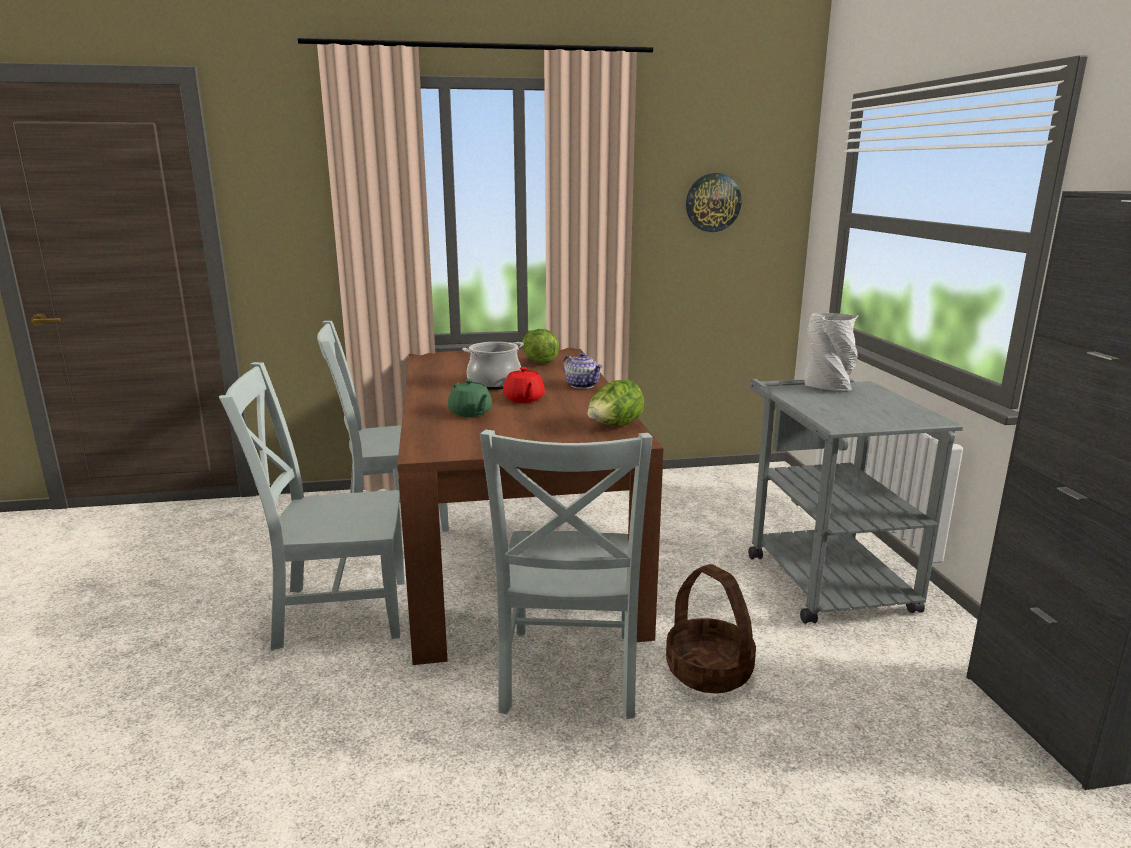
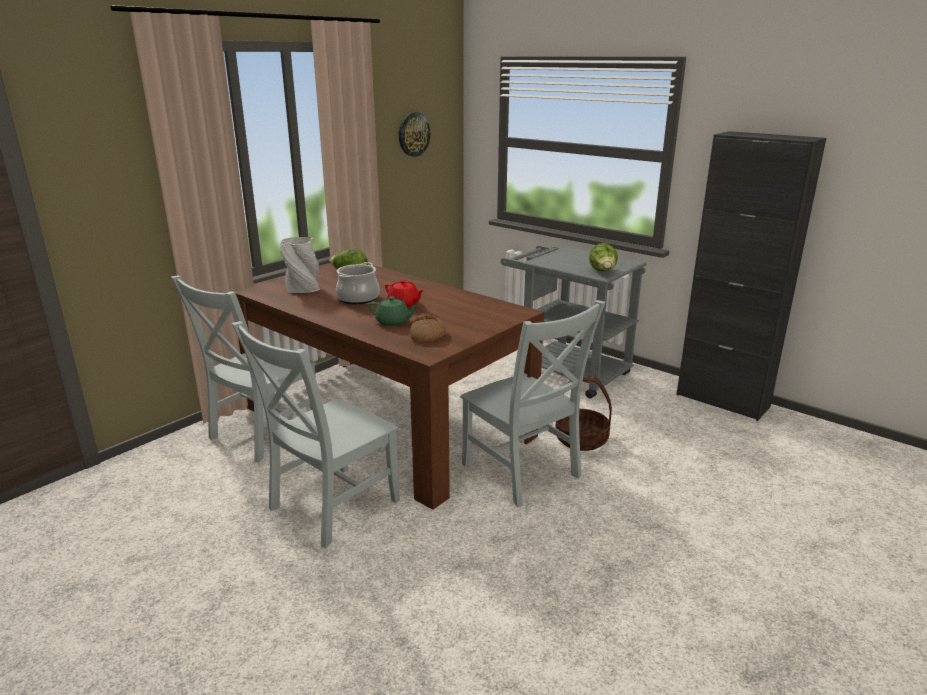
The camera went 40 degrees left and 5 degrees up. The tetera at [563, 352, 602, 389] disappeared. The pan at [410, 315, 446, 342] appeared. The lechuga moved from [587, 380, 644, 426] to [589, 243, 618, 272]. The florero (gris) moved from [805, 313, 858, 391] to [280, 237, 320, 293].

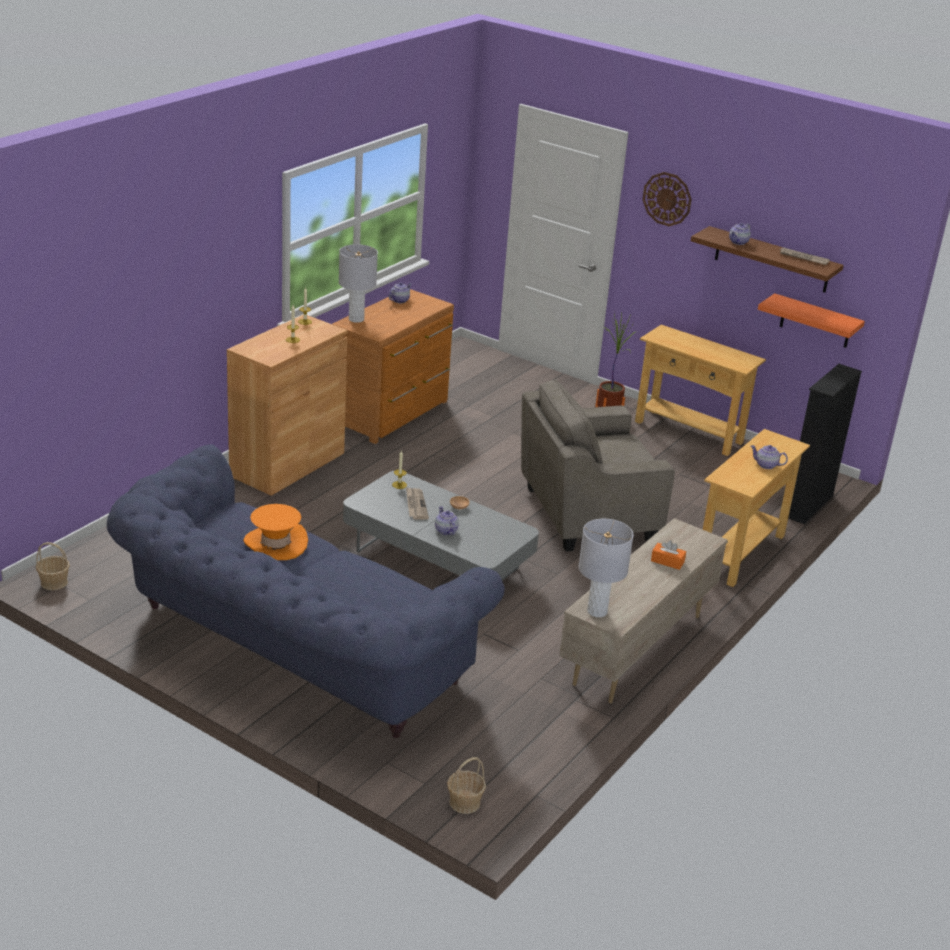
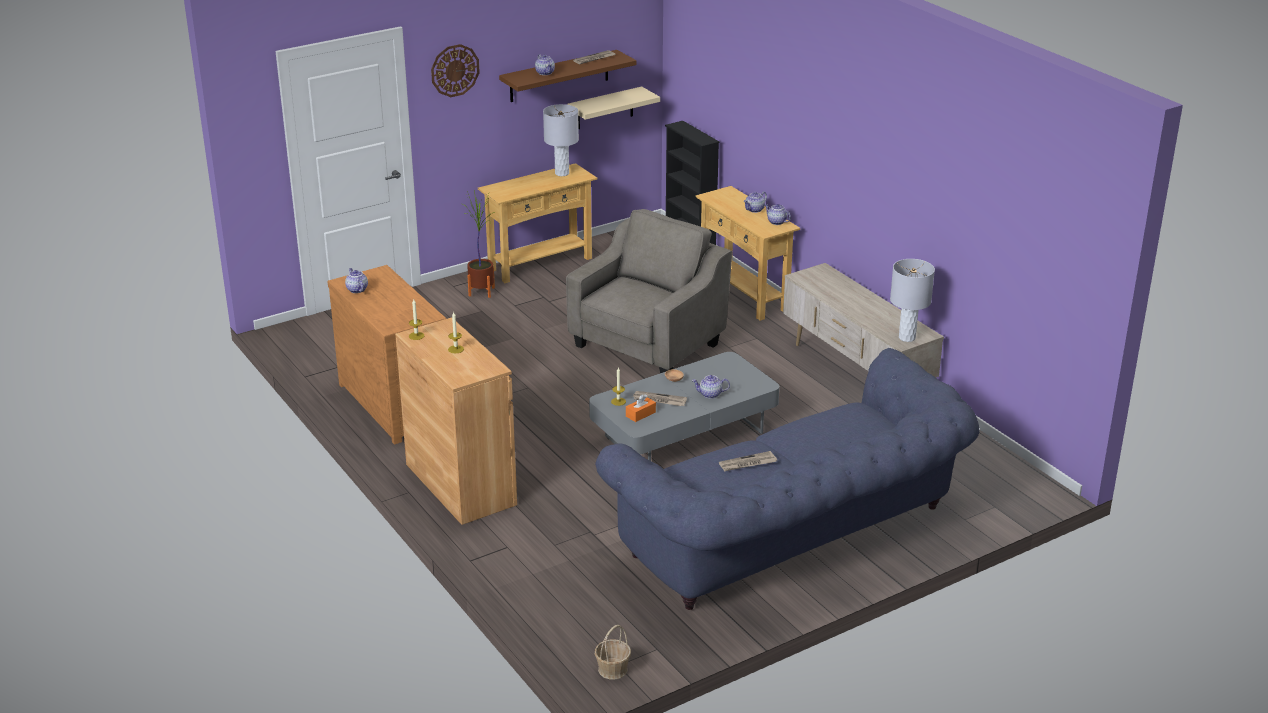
The camera went 65 degrees left and 0 degrees up. The cesta at [447, 757, 486, 814] disappeared. The tetera at [765, 204, 791, 225] appeared. The lámpara de mesa (gris) moved from [339, 244, 378, 323] to [543, 104, 579, 176]. The caja de pañuelos (naranja) moved from [651, 540, 686, 570] to [626, 394, 656, 422]. The sombrero (naranja) at [243, 504, 308, 560] was replaced by the periódico at [719, 451, 777, 471]. The estante (naranja) at [758, 293, 865, 348] became the estante (beis) at [567, 86, 660, 129]. The sillón (gris) at [521, 379, 675, 551] turned 150 degrees counterclockwise.

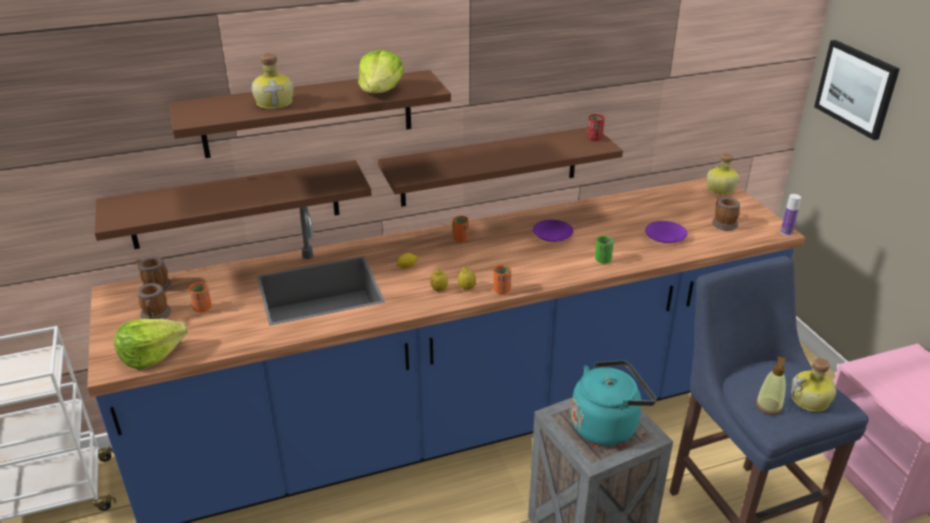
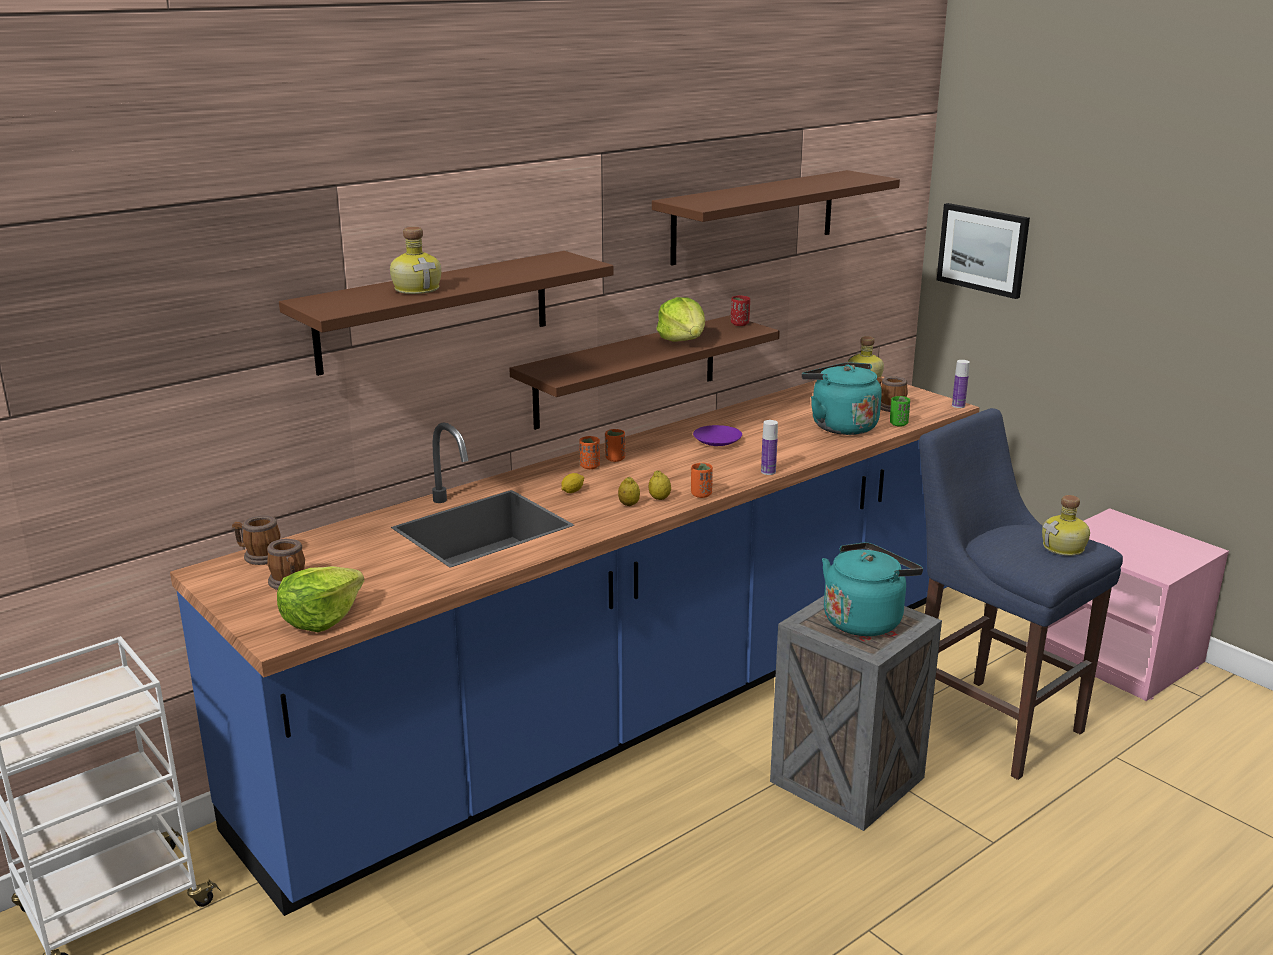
The camera went 20 degrees left and 10 degrees down. The dispensador de jabón at [756, 356, 786, 415] disappeared. The botella at [761, 420, 778, 475] appeared. The estante (marrón) moved from [95, 160, 372, 249] to [652, 170, 900, 265]. The taza (naranja) moved from [189, 282, 212, 313] to [579, 436, 600, 469]. The lechuga moved from [358, 50, 404, 93] to [656, 297, 705, 342]. The taza (verde) moved from [595, 236, 614, 264] to [890, 396, 910, 426]. The plato (morado) at [645, 221, 687, 243] was replaced by the hervidor (turquesa) at [802, 362, 882, 435].

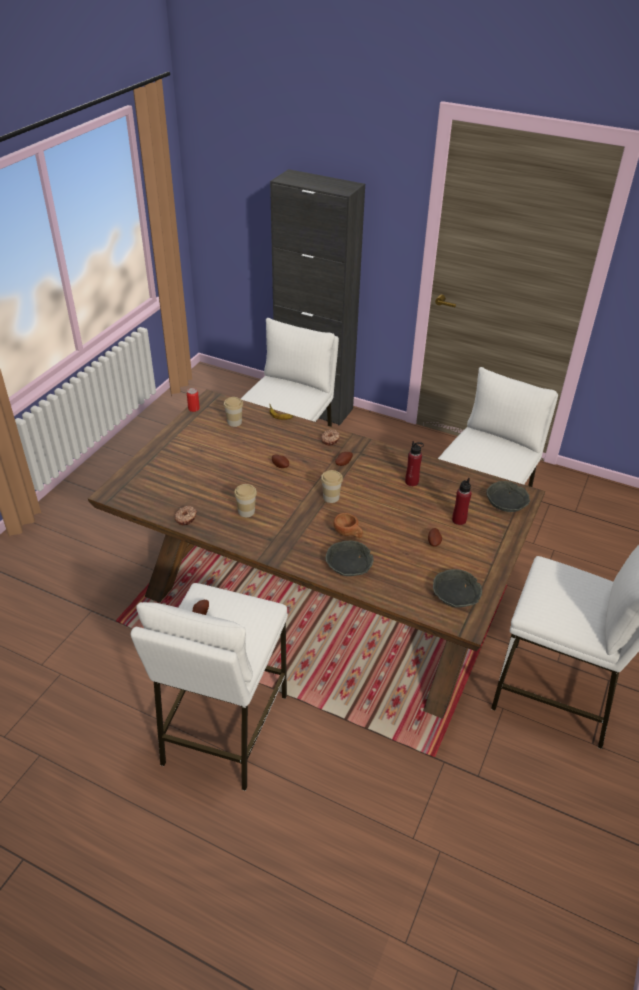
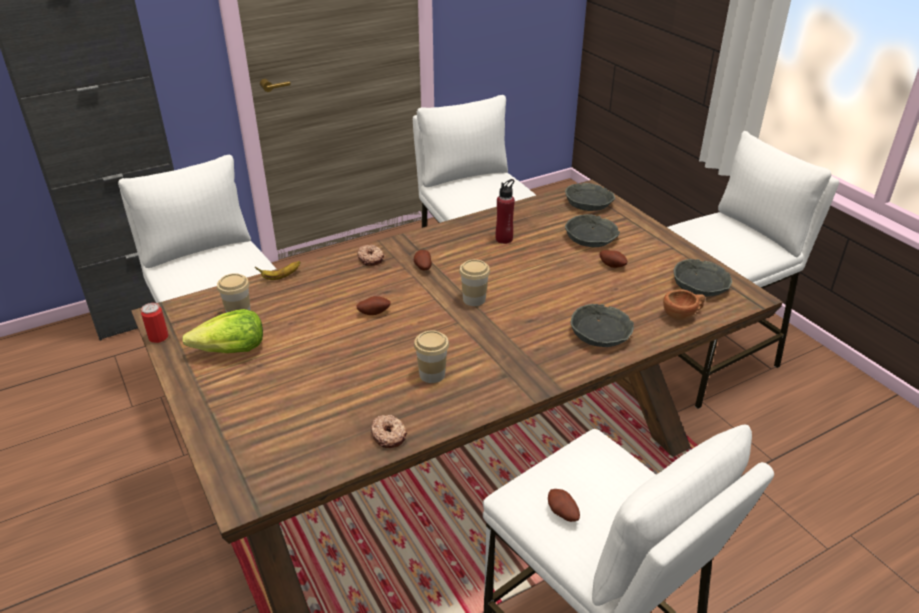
The camera went 55 degrees left and 5 degrees down. The lechuga at [182, 309, 263, 353] appeared. The taza (marrón) moved from [333, 513, 363, 538] to [663, 289, 705, 320]. The botella (rojo) at [452, 478, 472, 525] was replaced by the cuenco (gris) at [565, 214, 620, 247].

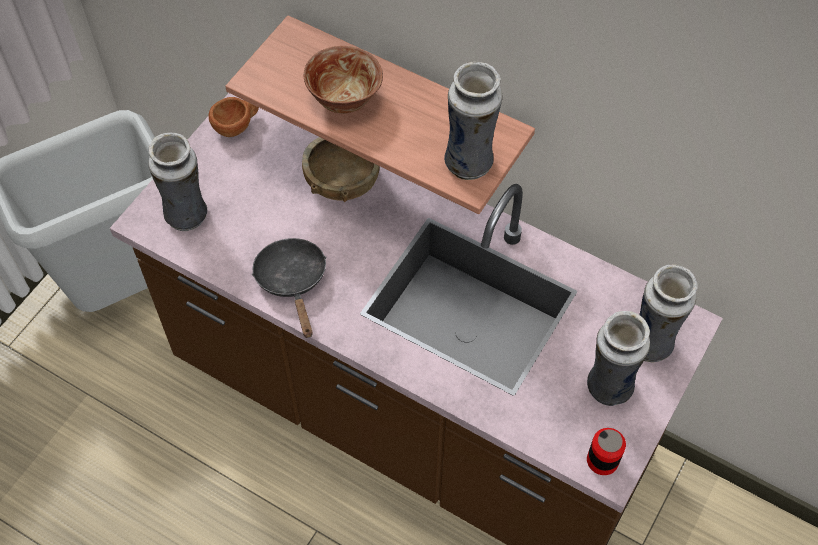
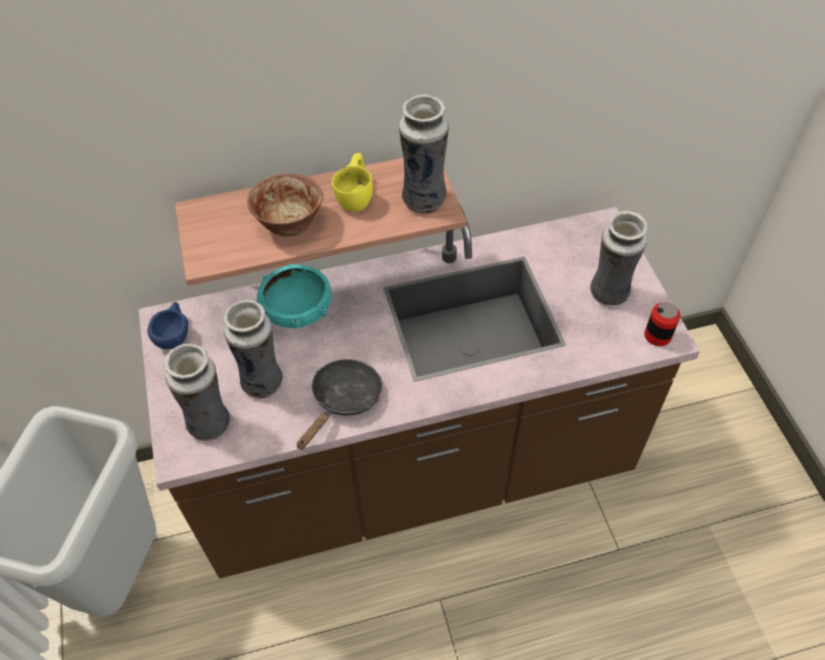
The camera went 45 degrees left and 5 degrees down. The taza (amarillo) at [332, 153, 373, 212] appeared. The florero moved from [639, 264, 698, 362] to [224, 299, 283, 398]. The taza (marrón) at [209, 97, 259, 137] became the taza (azul) at [147, 302, 188, 349]. The cuenco (marrón) at [302, 137, 380, 202] became the cuenco (turquesa) at [257, 264, 332, 329]. The sartén (negro) at [252, 238, 326, 338] turned 90 degrees clockwise.

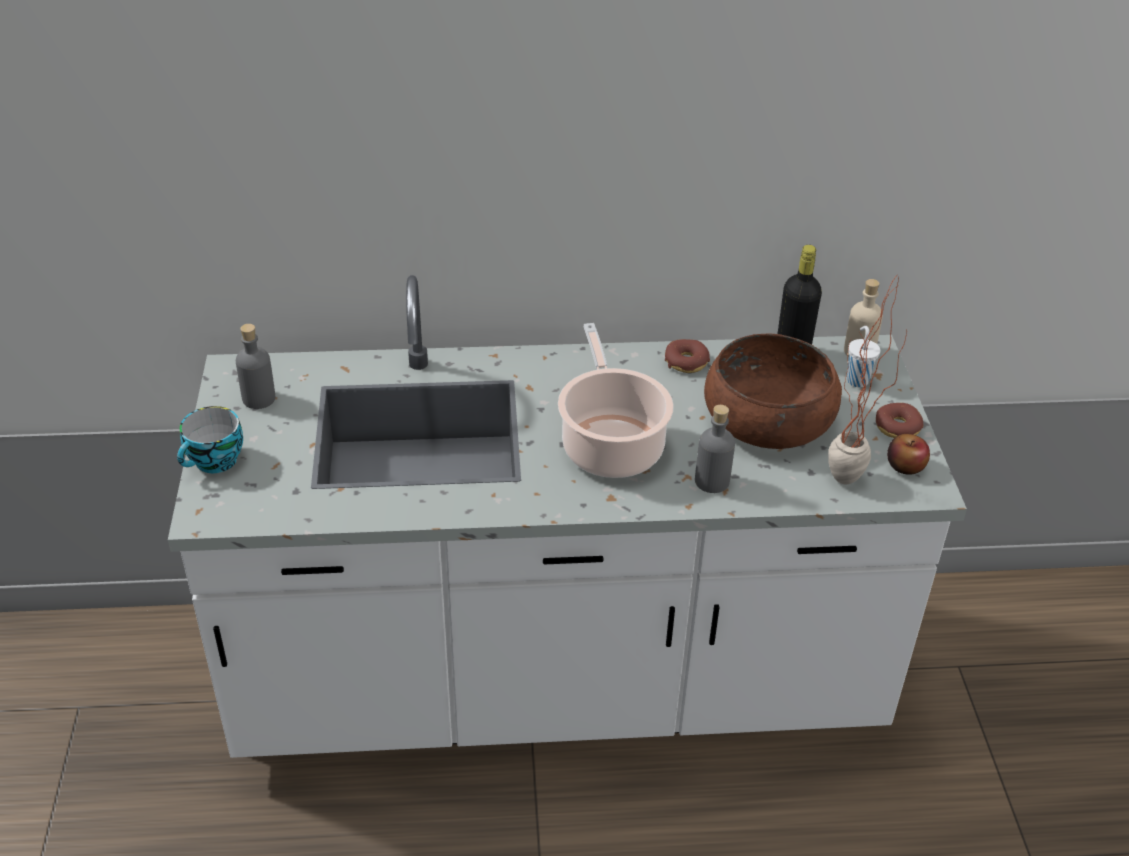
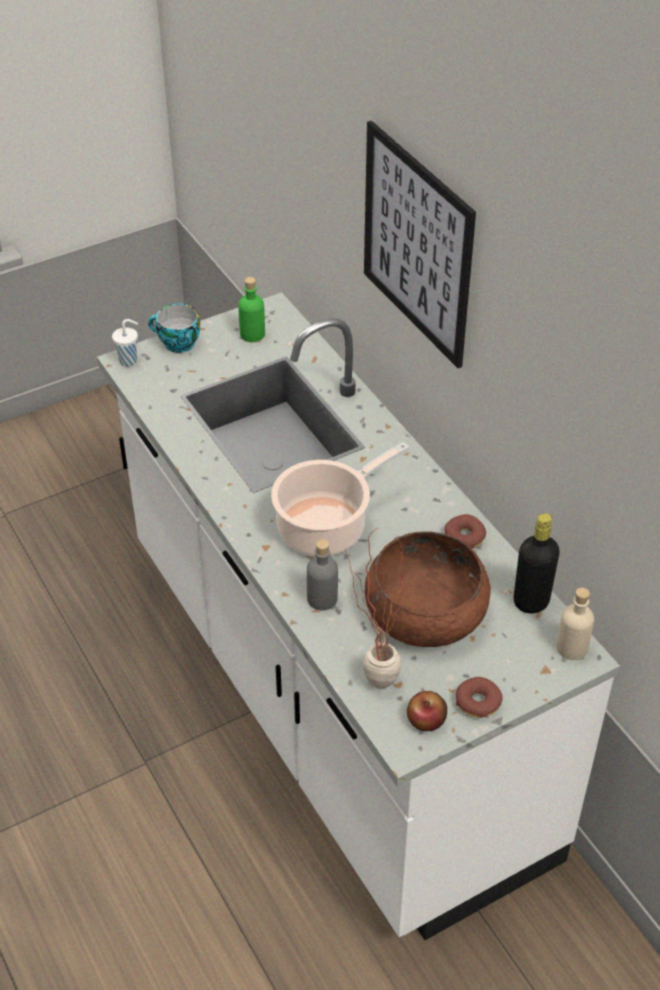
The camera went 65 degrees right and 5 degrees up. The cuadro at [364, 121, 476, 368] appeared. The taza (blanco) moved from [847, 326, 880, 387] to [112, 319, 138, 367]. The botella (gris) at [236, 324, 275, 409] became the botella (verde) at [238, 277, 265, 342].

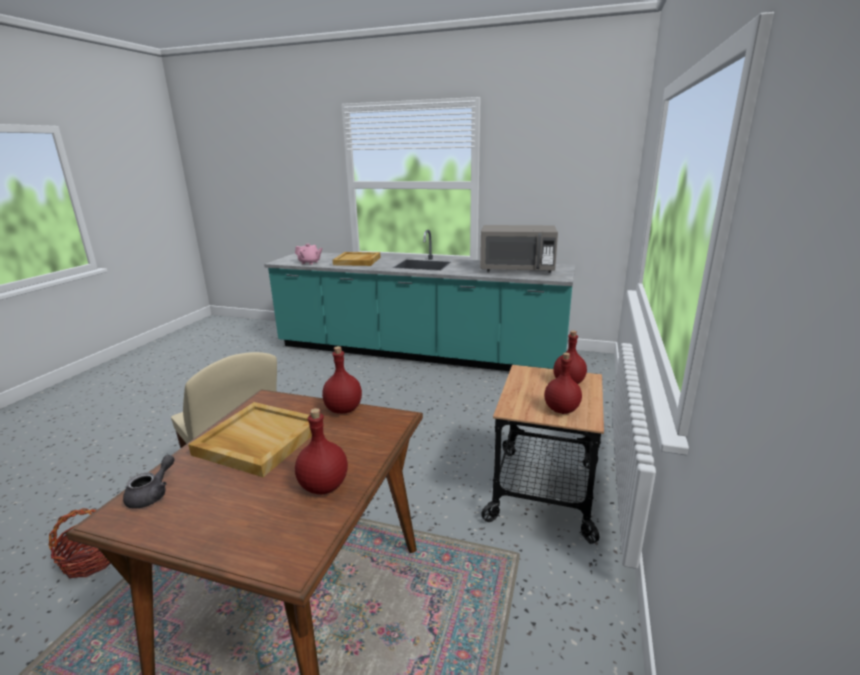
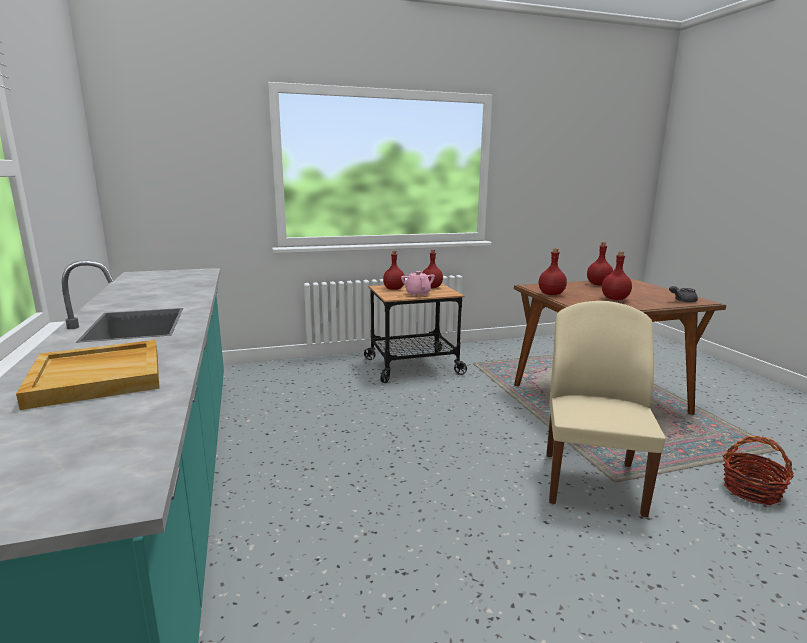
The camera went 125 degrees left and 5 degrees down. The microondas (gris) at [480, 225, 558, 273] disappeared. The tetera (rosa) moved from [295, 244, 323, 265] to [401, 271, 435, 297]. The bandeja (beis) at [188, 402, 312, 477] was replaced by the botella (rojo) at [602, 251, 632, 300].

